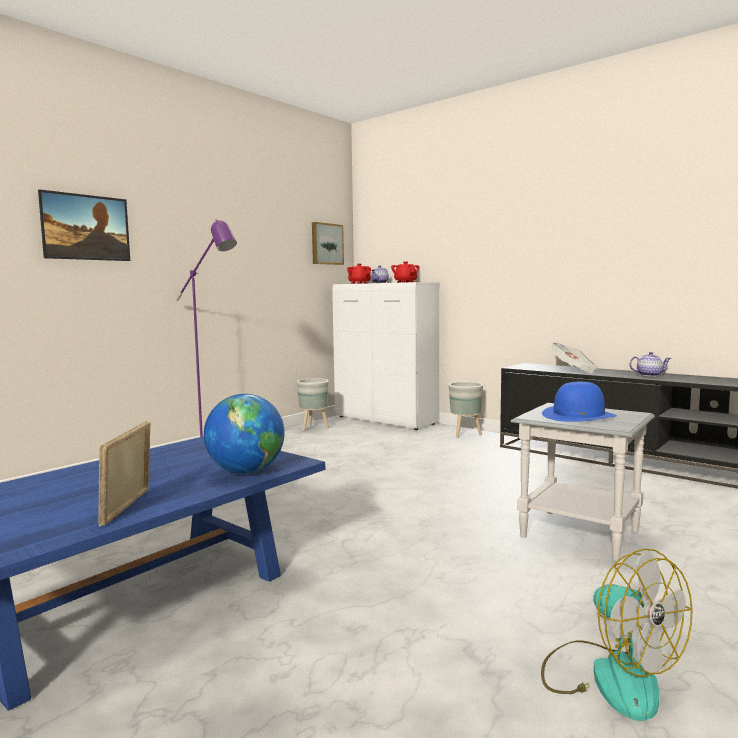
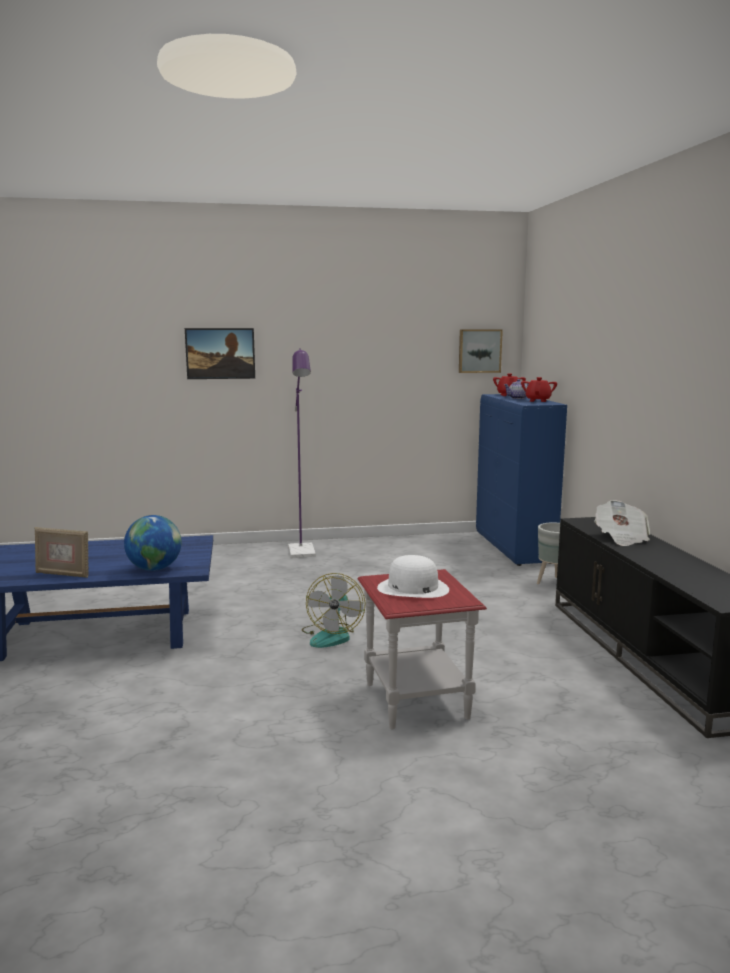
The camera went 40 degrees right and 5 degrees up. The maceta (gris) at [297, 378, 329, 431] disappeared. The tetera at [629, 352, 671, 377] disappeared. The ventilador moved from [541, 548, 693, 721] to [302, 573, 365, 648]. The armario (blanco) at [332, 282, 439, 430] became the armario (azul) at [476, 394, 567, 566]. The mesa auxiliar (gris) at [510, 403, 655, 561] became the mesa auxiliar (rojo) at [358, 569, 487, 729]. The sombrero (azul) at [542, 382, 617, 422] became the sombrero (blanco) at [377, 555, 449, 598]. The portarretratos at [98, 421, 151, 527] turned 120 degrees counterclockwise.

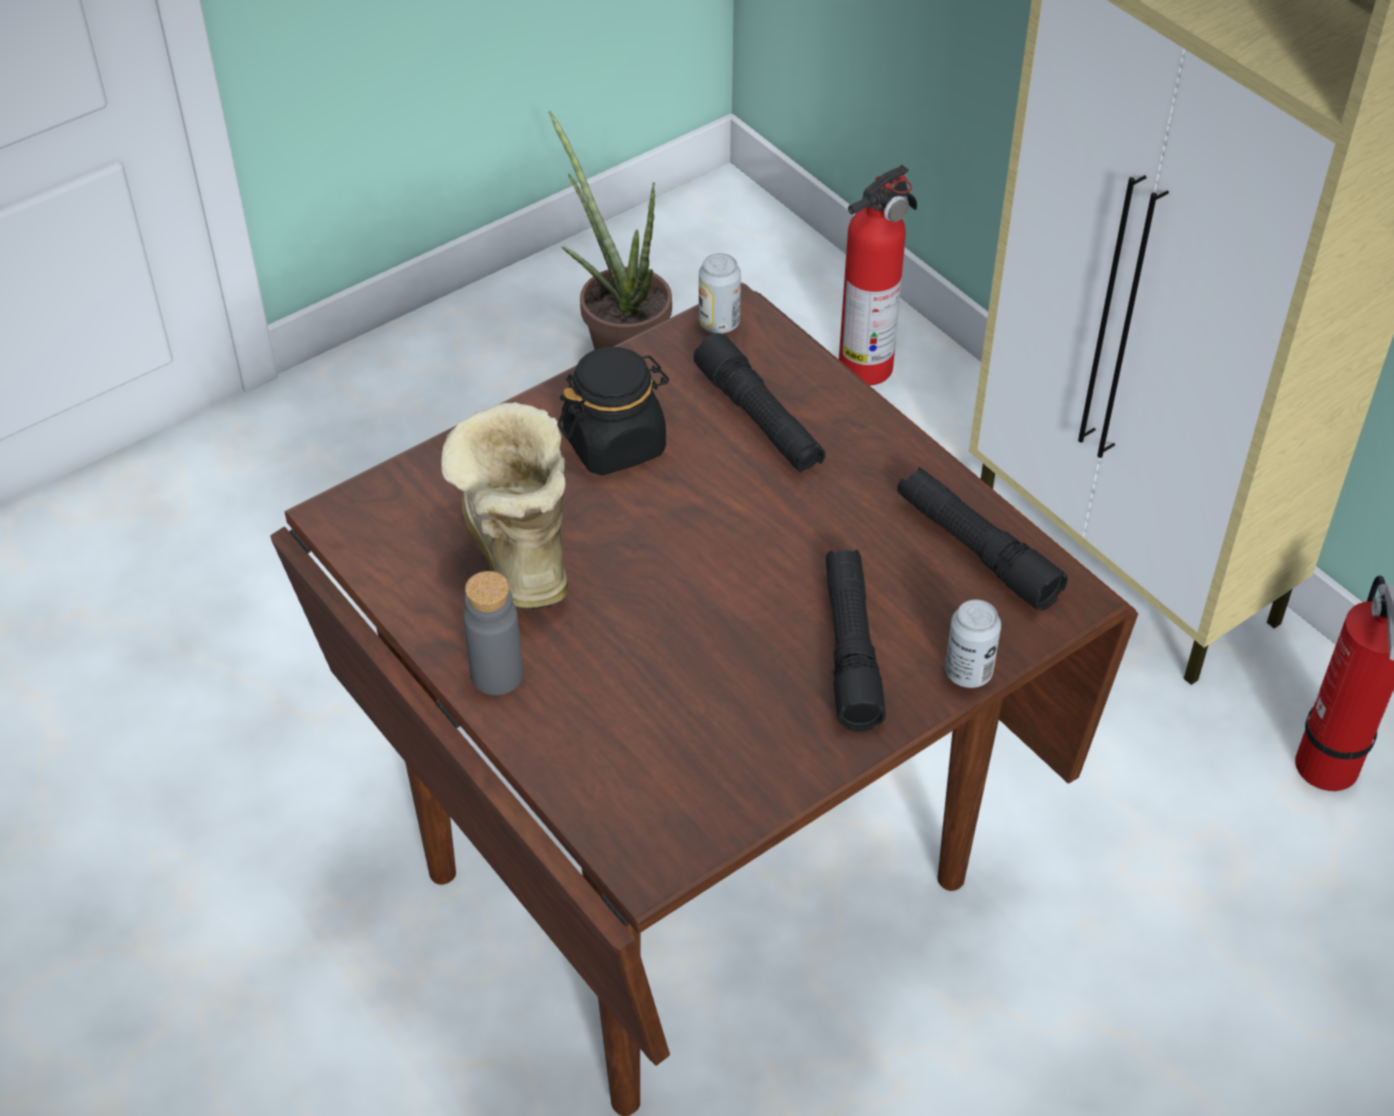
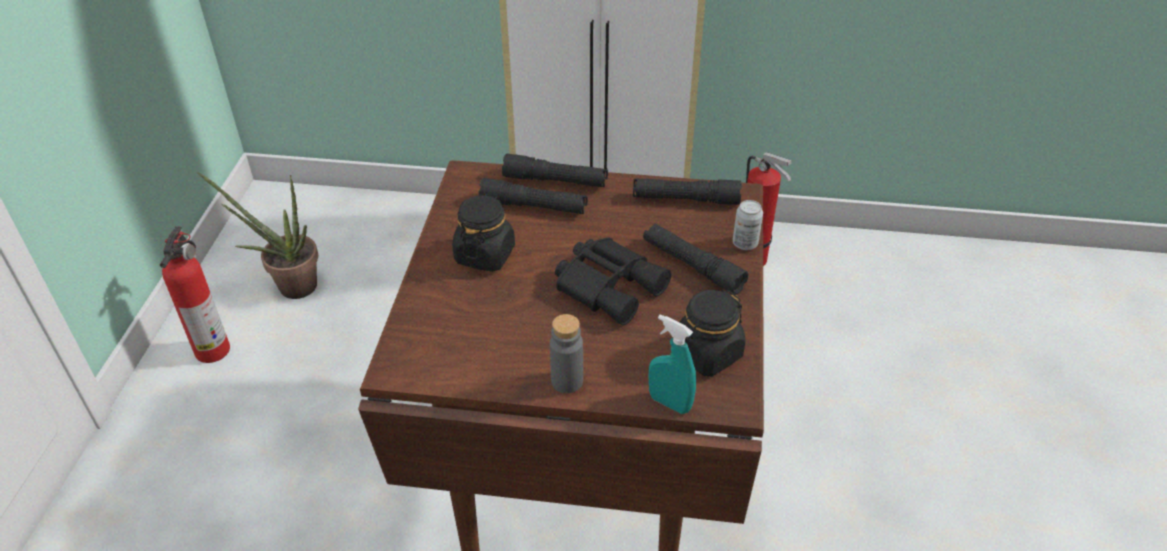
The camera went 45 degrees left and 5 degrees down. The bota at [441, 402, 568, 609] disappeared. The lata at [699, 253, 741, 333] disappeared. The linterna (negro) at [502, 154, 608, 187] appeared. The prismáticos (negro) at [555, 238, 671, 325] appeared. The pulverizador (turquesa) at [649, 314, 696, 414] appeared. The tarro (negro) at [679, 290, 745, 376] appeared. The extintor moved from [839, 165, 917, 385] to [160, 226, 230, 363].

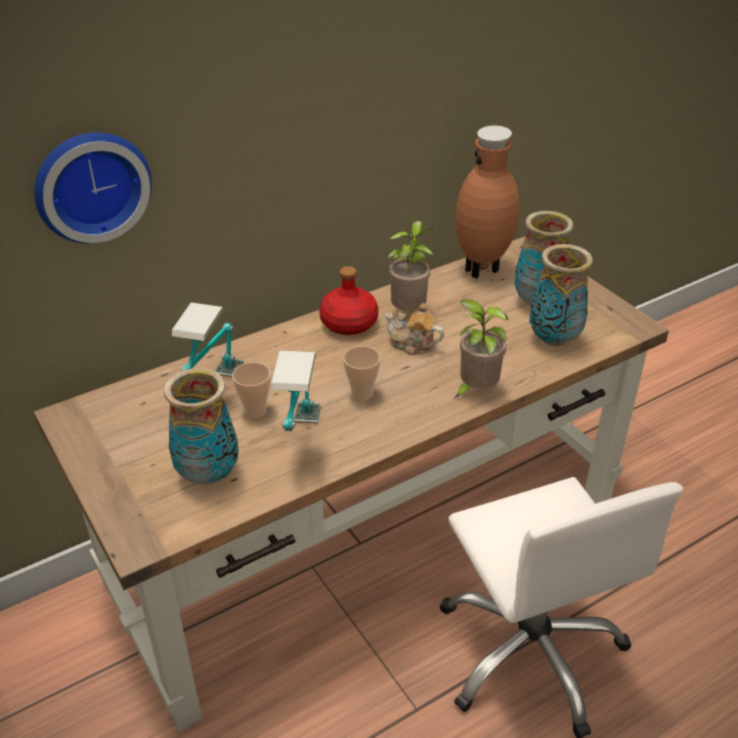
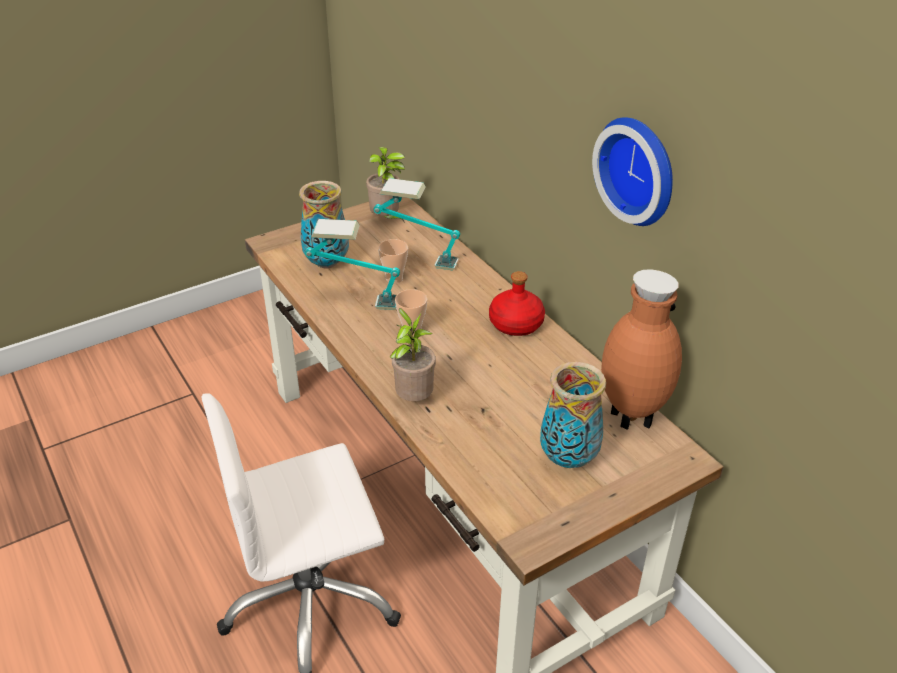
The camera went 90 degrees right and 0 degrees up. The tetera at [385, 303, 444, 355] disappeared. The florero at [529, 244, 593, 346] disappeared. The reloj de pared moved from [34, 132, 152, 243] to [592, 117, 673, 226]. The planta en maceta moved from [388, 221, 433, 311] to [366, 147, 405, 223].

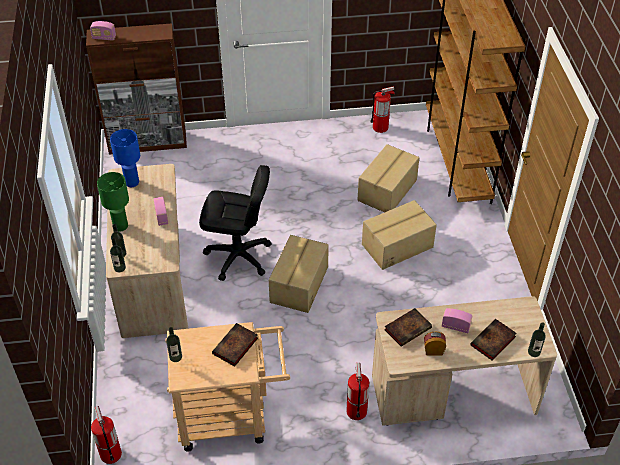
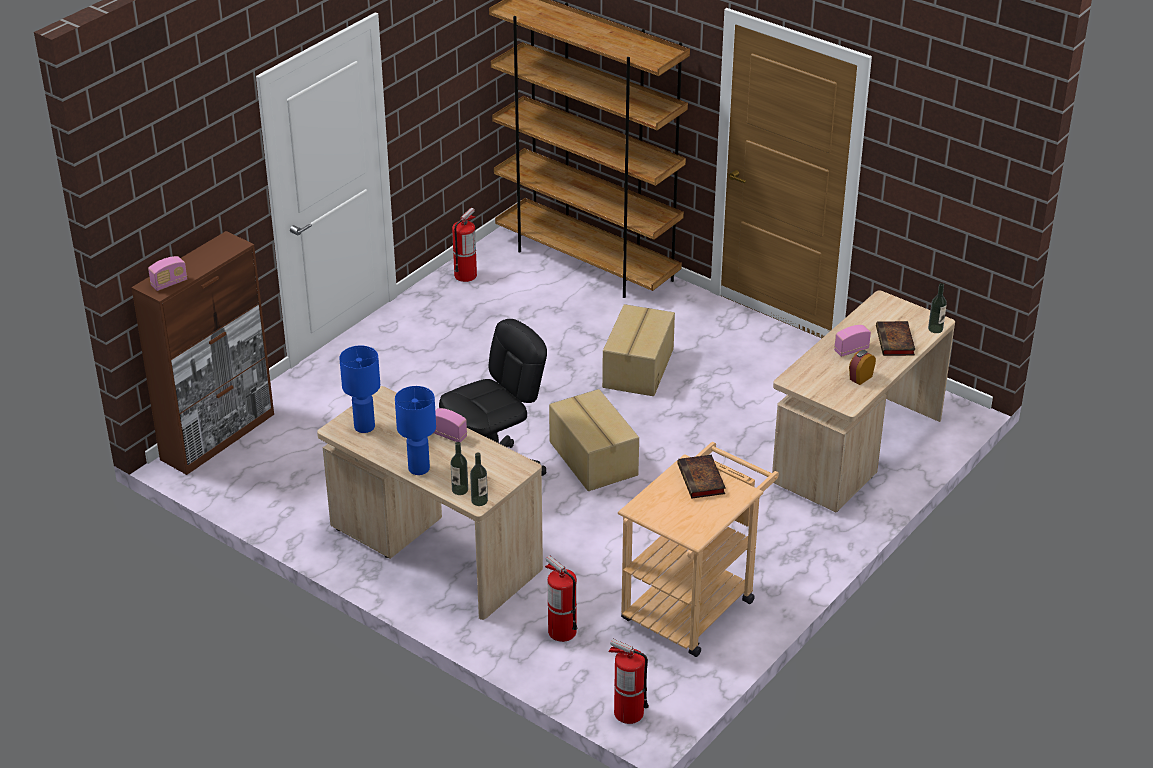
The camera went 45 degrees left and 10 degrees down. The botella at [166, 327, 182, 362] disappeared. The caja de cartón at [358, 144, 419, 212] disappeared. The libro at [384, 308, 432, 347] disappeared. The extintor moved from [346, 363, 369, 420] to [545, 555, 578, 642]. The lámpara de mesa (verde) at [97, 172, 129, 232] became the lámpara de mesa (azul) at [395, 386, 436, 475].

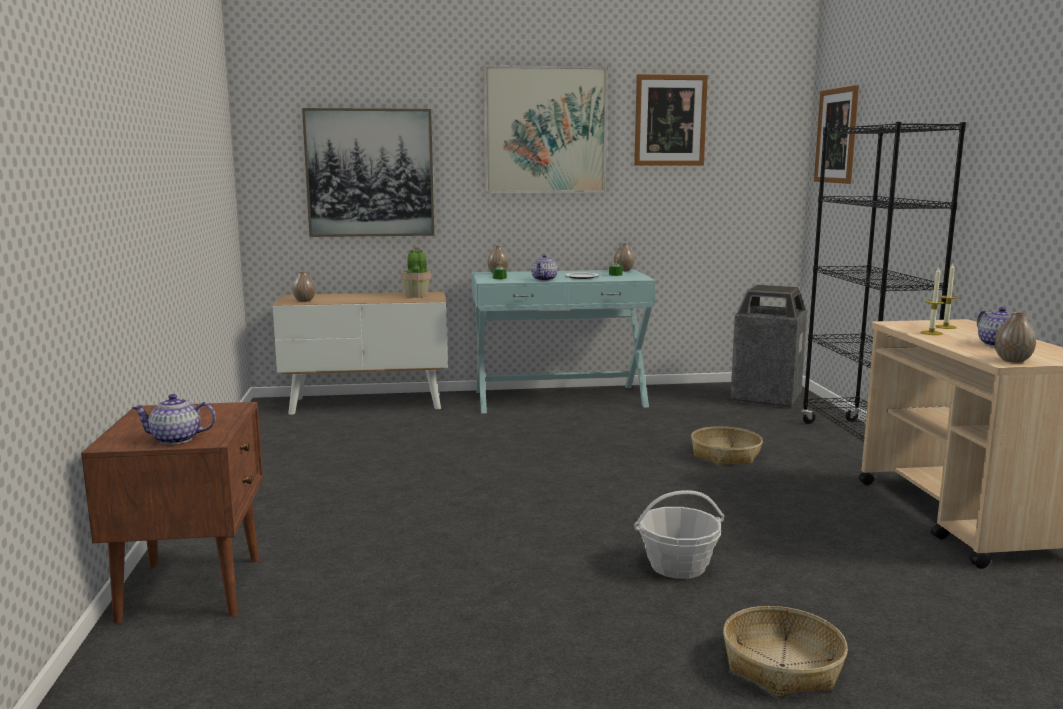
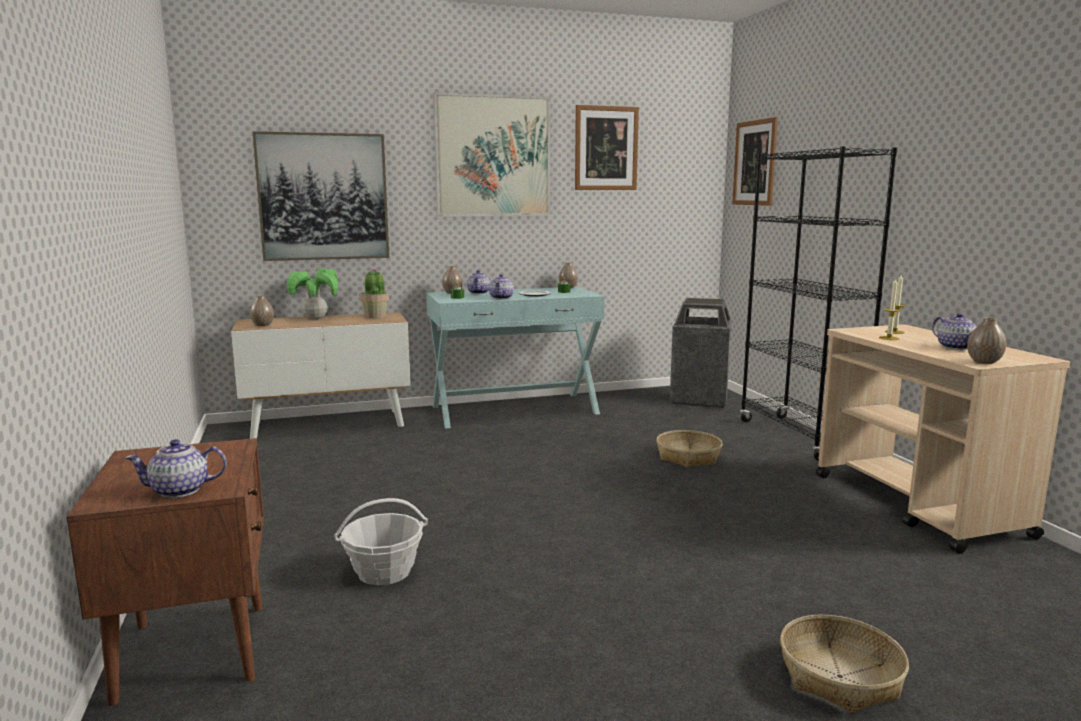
The camera went 10 degrees left and 0 degrees up. The planta en maceta at [287, 268, 338, 319] appeared. The tetera at [467, 270, 490, 294] appeared. The cesta moved from [634, 490, 724, 579] to [334, 498, 428, 585].

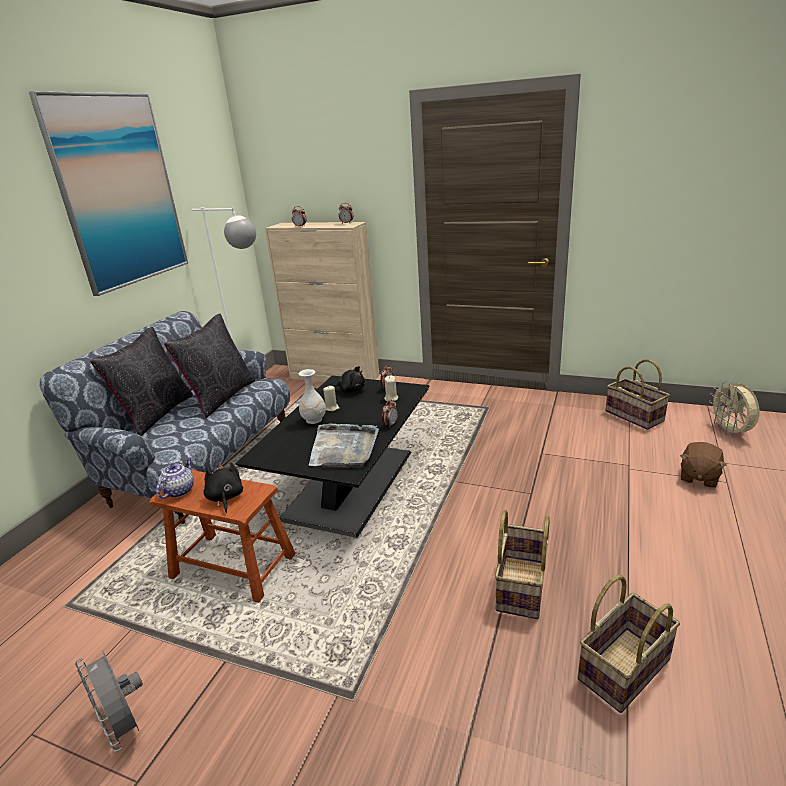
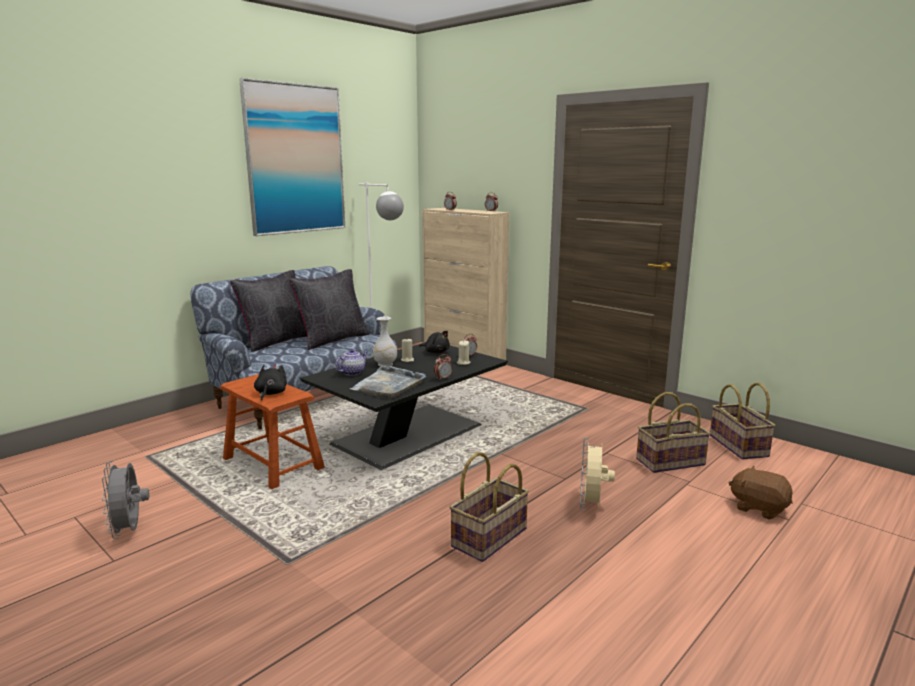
The camera went 20 degrees right and 10 degrees down. The tetera moved from [156, 457, 194, 498] to [335, 349, 368, 376]. The cesta moved from [578, 575, 680, 713] to [636, 392, 711, 473]. The ventilador (beis) moved from [709, 381, 760, 437] to [580, 438, 615, 510]. The peluche (marrón) at [680, 442, 727, 488] turned 75 degrees clockwise.

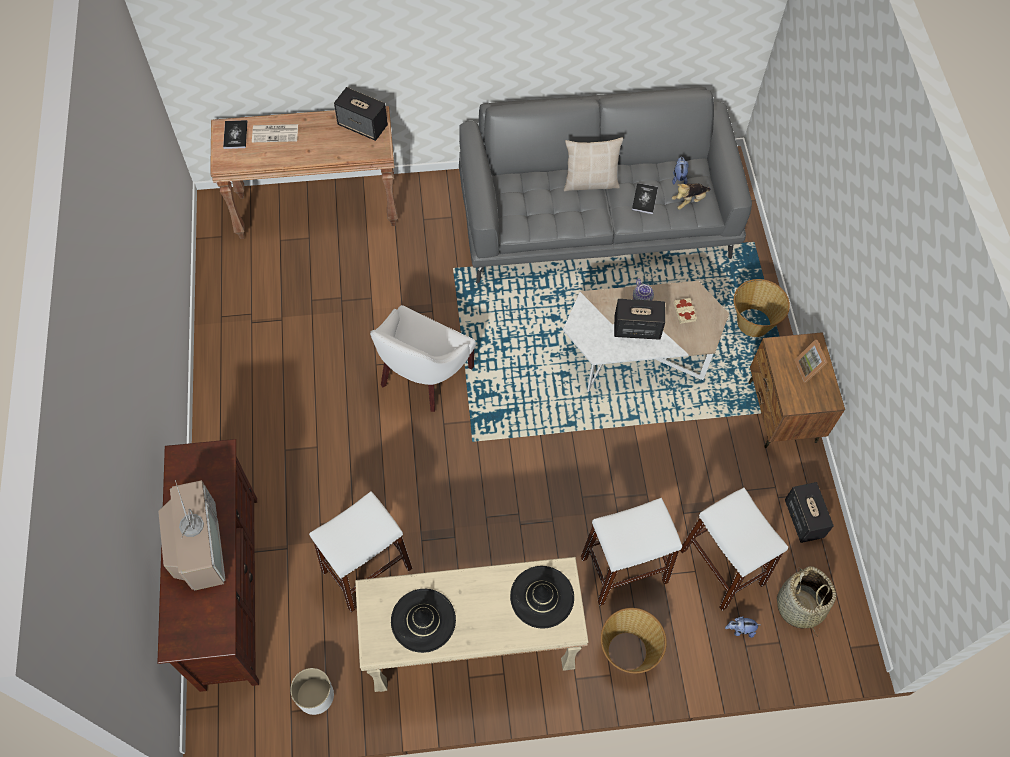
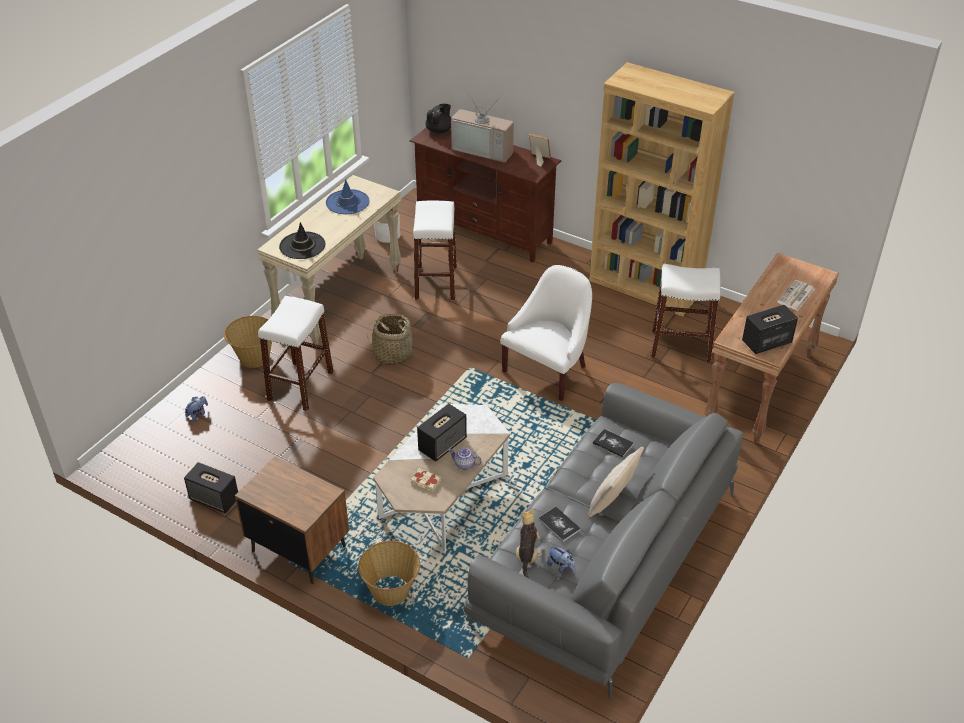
The camera went 130 degrees right and 20 degrees down. The tetera (negro) at [425, 104, 451, 134] appeared. The estantería (marrón) at [589, 62, 735, 316] appeared. The libro moved from [223, 120, 247, 149] to [593, 429, 634, 458]. The taburete (blanco) moved from [680, 488, 788, 611] to [651, 264, 721, 363]. The cesta moved from [777, 566, 836, 636] to [367, 314, 415, 365]. The portarretratos moved from [795, 340, 828, 383] to [529, 134, 551, 167]. The sombrero (negro) at [391, 589, 456, 653] became the sombrero (azul) at [326, 179, 370, 214]. The sillón (blanco) at [370, 305, 476, 412] turned 60 degrees clockwise.

